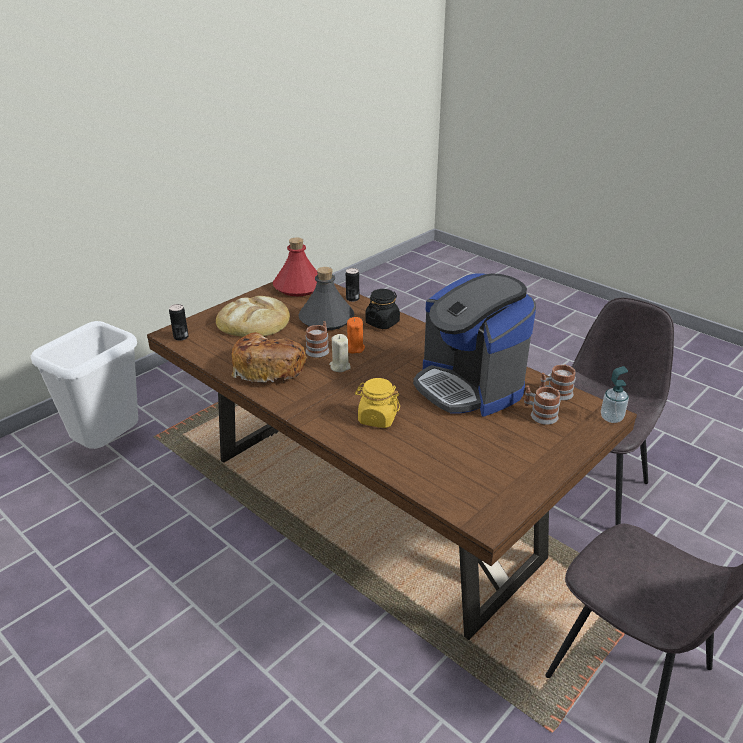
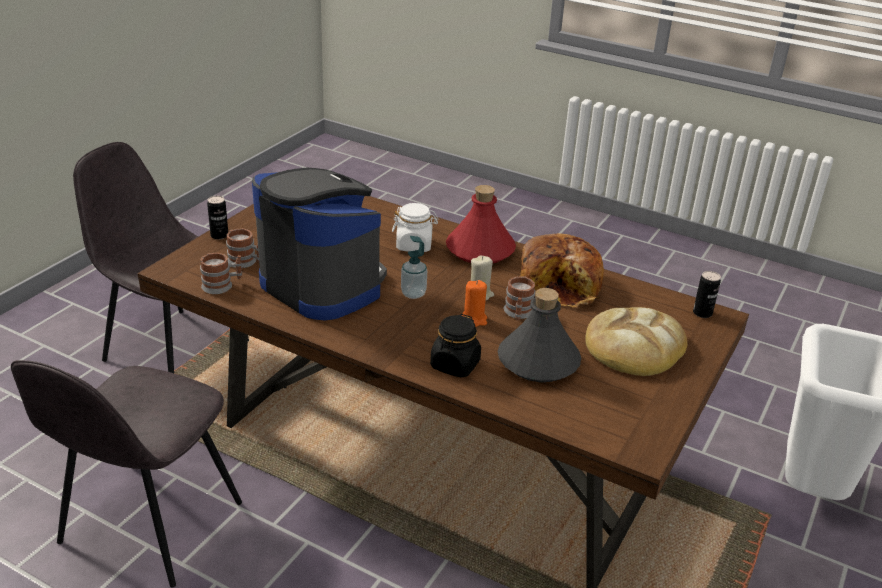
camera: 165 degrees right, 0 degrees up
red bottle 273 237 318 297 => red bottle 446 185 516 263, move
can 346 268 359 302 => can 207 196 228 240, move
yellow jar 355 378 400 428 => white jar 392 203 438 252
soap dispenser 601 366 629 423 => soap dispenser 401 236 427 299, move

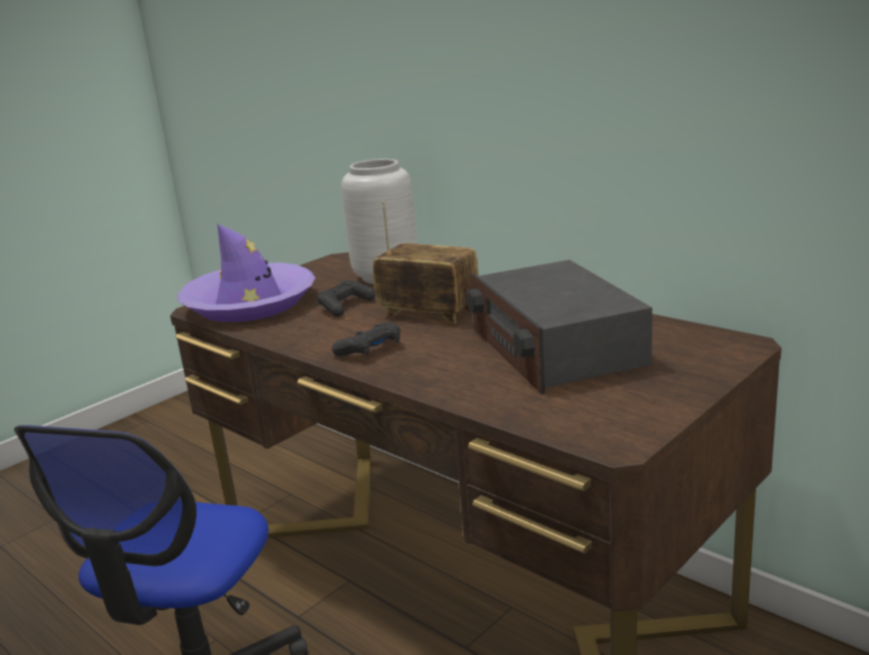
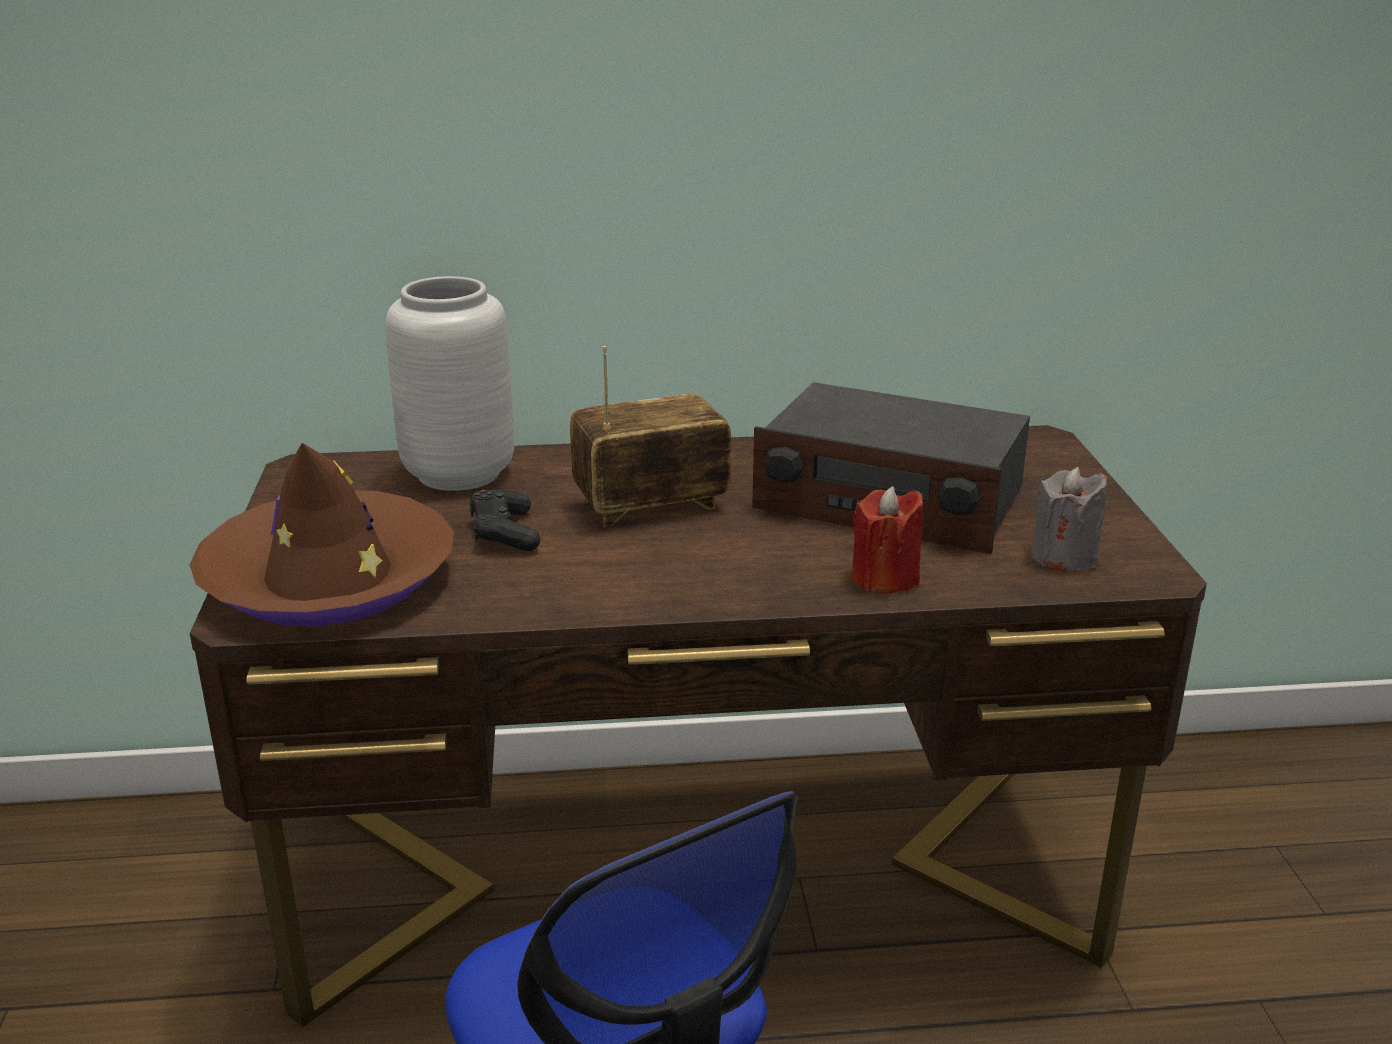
camera: 50 degrees left, 5 degrees up
purple hat 177 223 315 322 => brown hat 189 443 454 626
black game controller 332 322 400 356 => nothing
nothing => red candle 852 486 923 593
nothing => grey candle 1031 467 1107 571

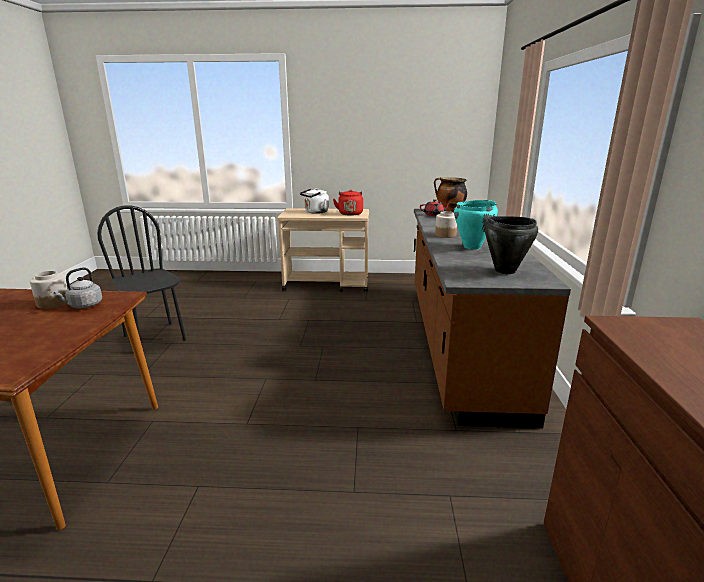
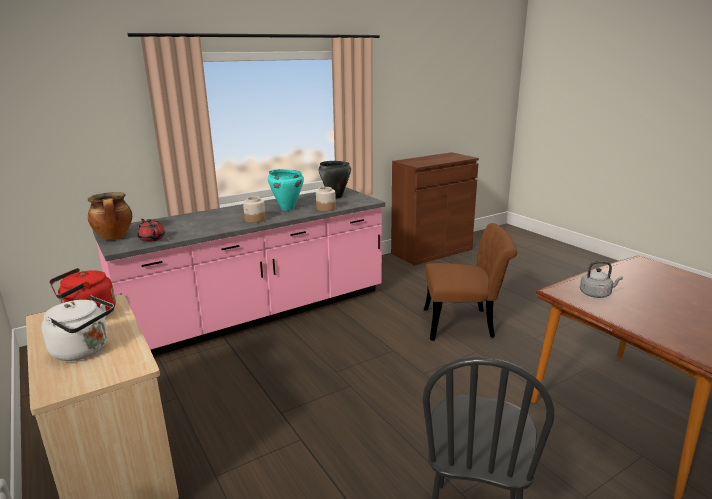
camera: 125 degrees left, 0 degrees up
jar 30 271 67 309 => jar 316 187 336 211, move
brown counter 414 209 571 429 => pink counter 92 187 385 357
nothing => brown chair 424 223 517 341

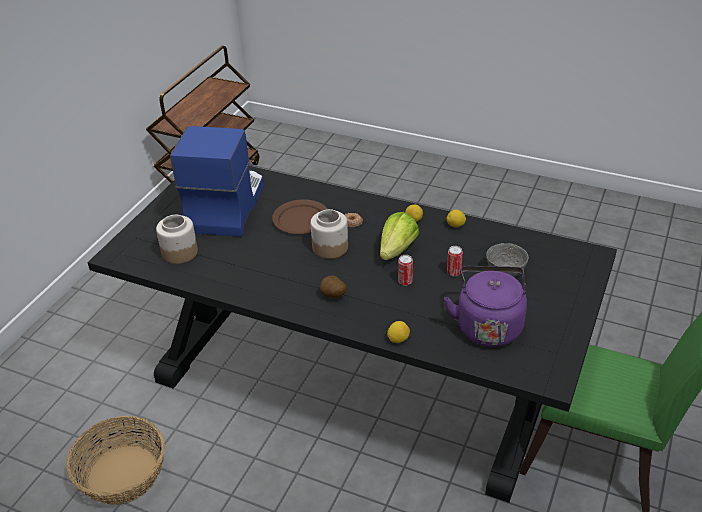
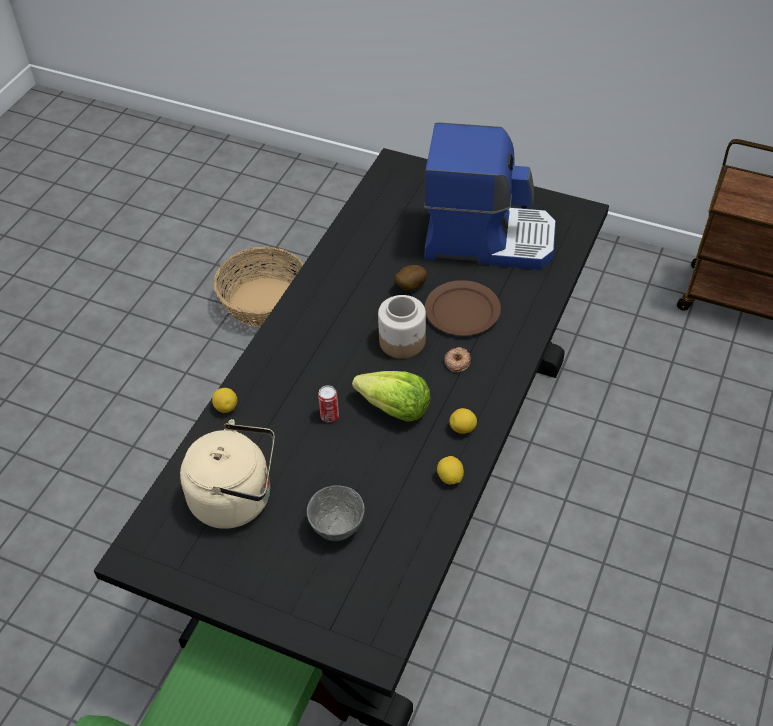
camera: 90 degrees right, 10 degrees up
jar 156 215 198 264 => nothing
potato 320 275 347 298 => potato 395 265 427 291, move
purple kettle 444 266 527 347 => beige kettle 180 419 275 529
can 447 246 463 276 => nothing

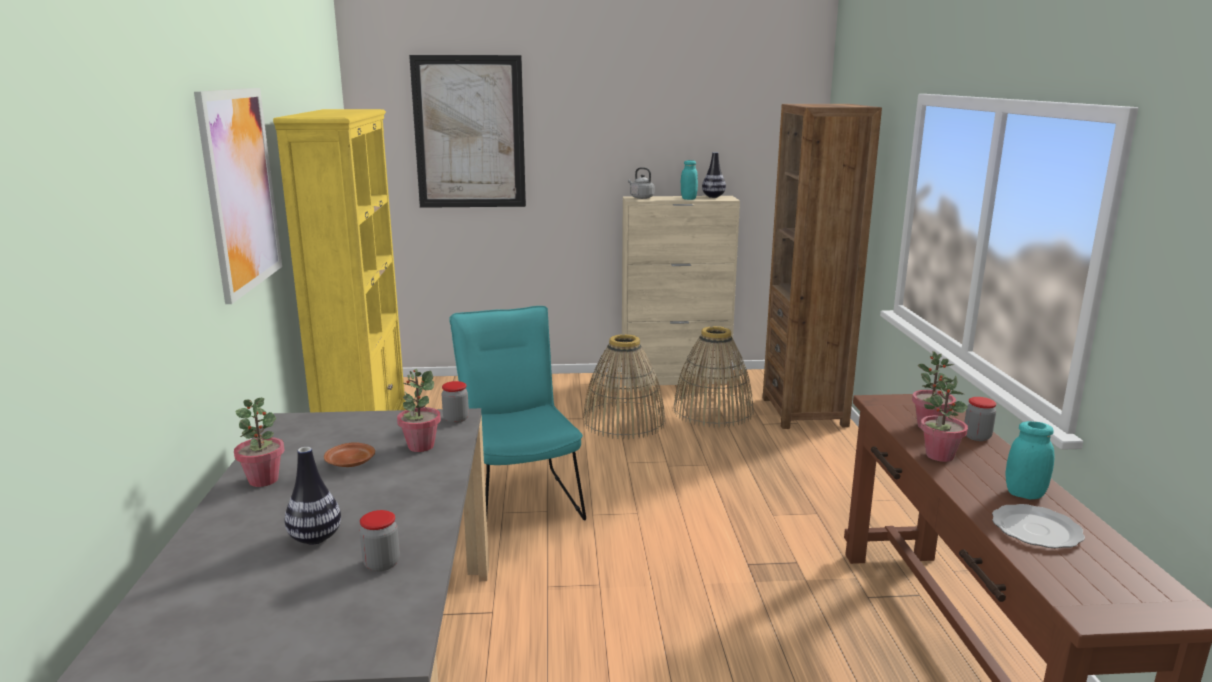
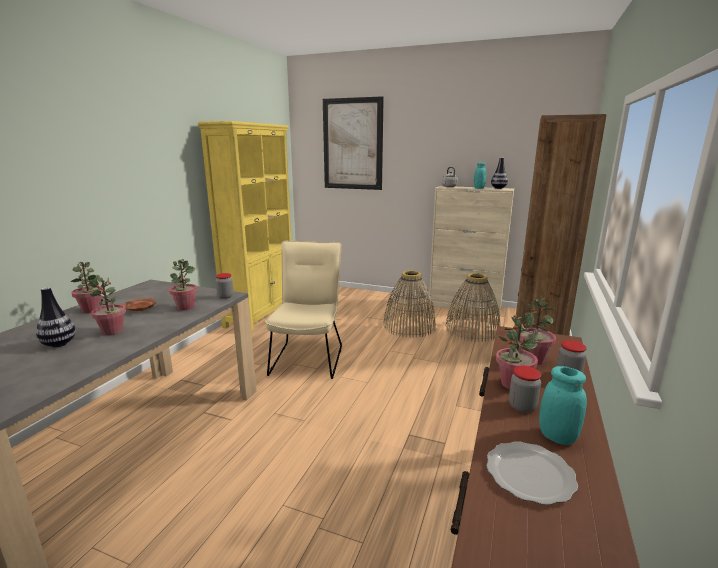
camera: 25 degrees right, 0 degrees up
picture 194 88 282 304 => nothing
jar 359 510 400 572 => jar 509 366 541 413, move
turquoise chair 449 306 586 520 => beige chair 265 241 342 379
nothing => potted plant 89 277 126 335

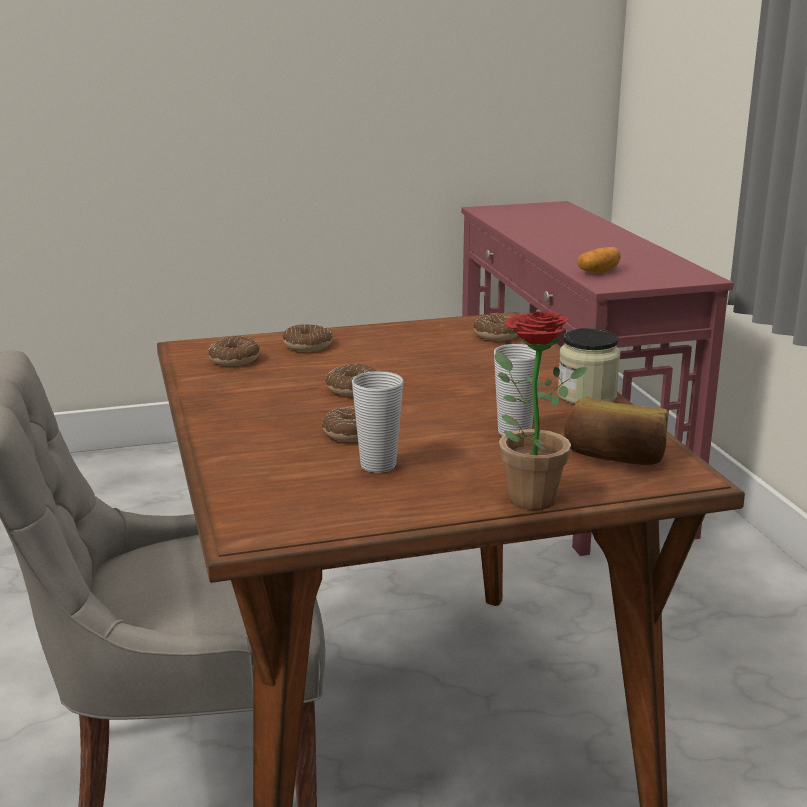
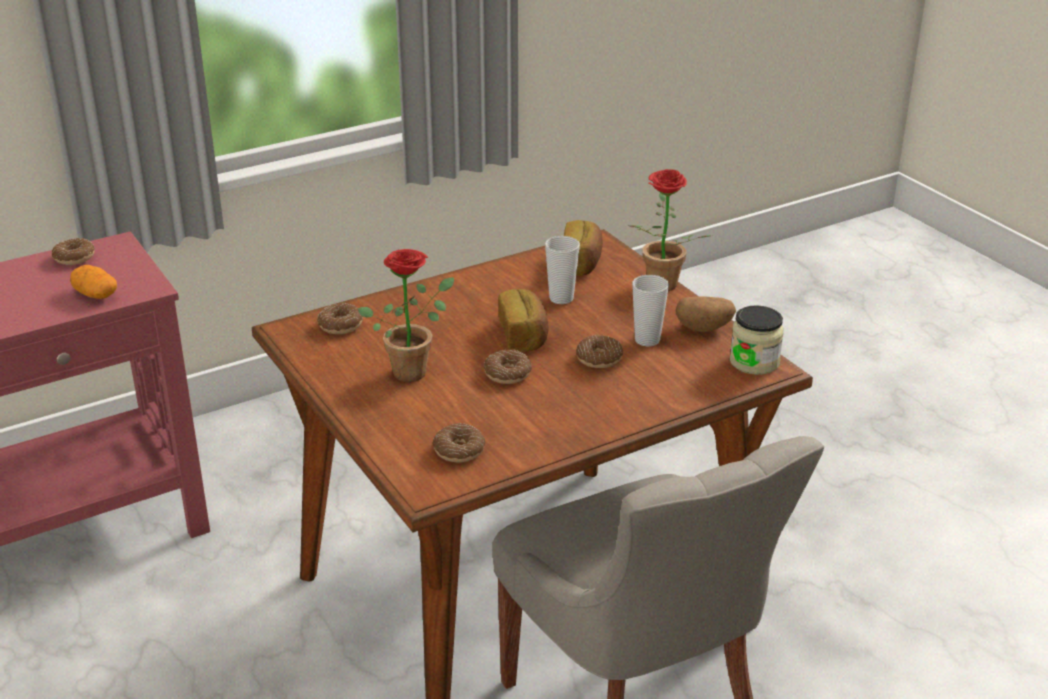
camera: 105 degrees left, 10 degrees up
donut 283 324 332 351 => donut 52 238 95 265, move
jar 558 328 620 404 => jar 730 305 784 375, move
nothing => potted plant 357 249 454 382
nothing => bread 498 289 549 352
nothing => potato 676 296 736 332

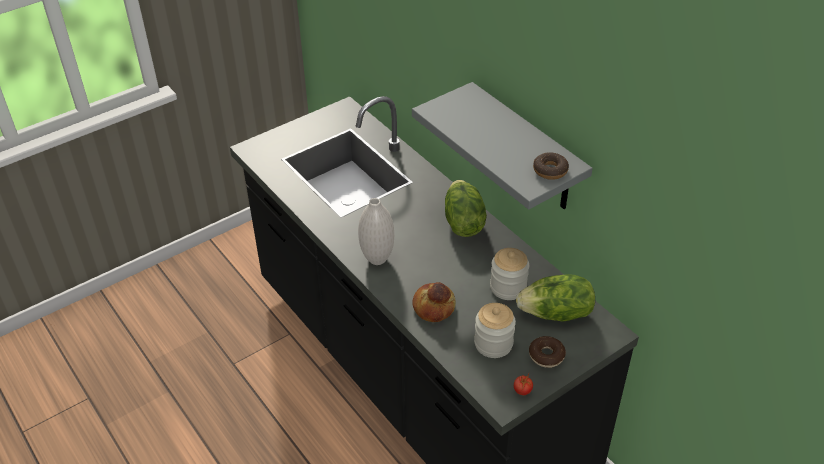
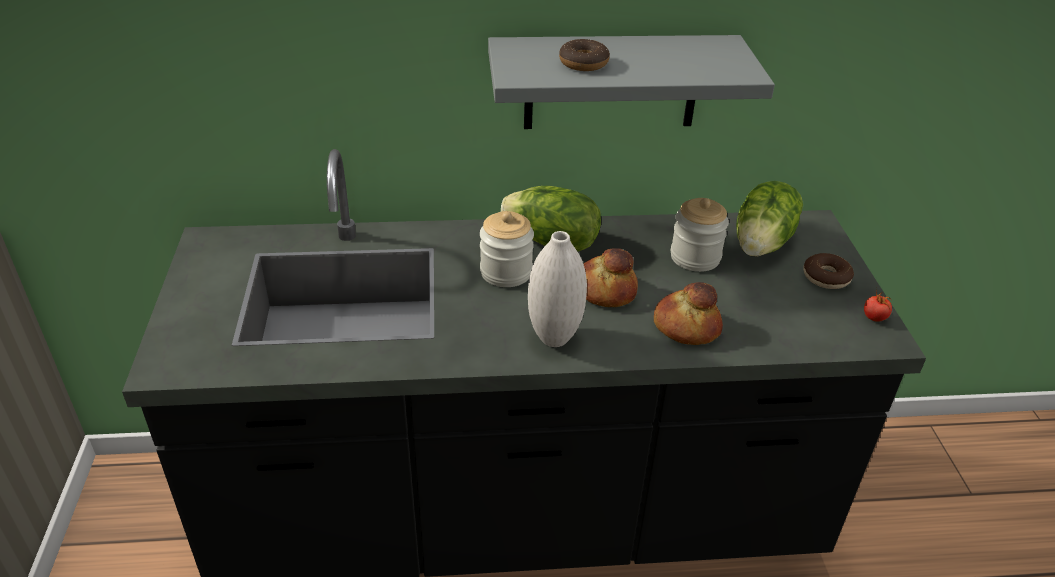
camera: 60 degrees left, 5 degrees down
jar 474 303 516 358 => jar 480 211 534 287, move
donut 533 152 569 180 => donut 559 39 610 71, move
nothing => bread 584 248 638 307

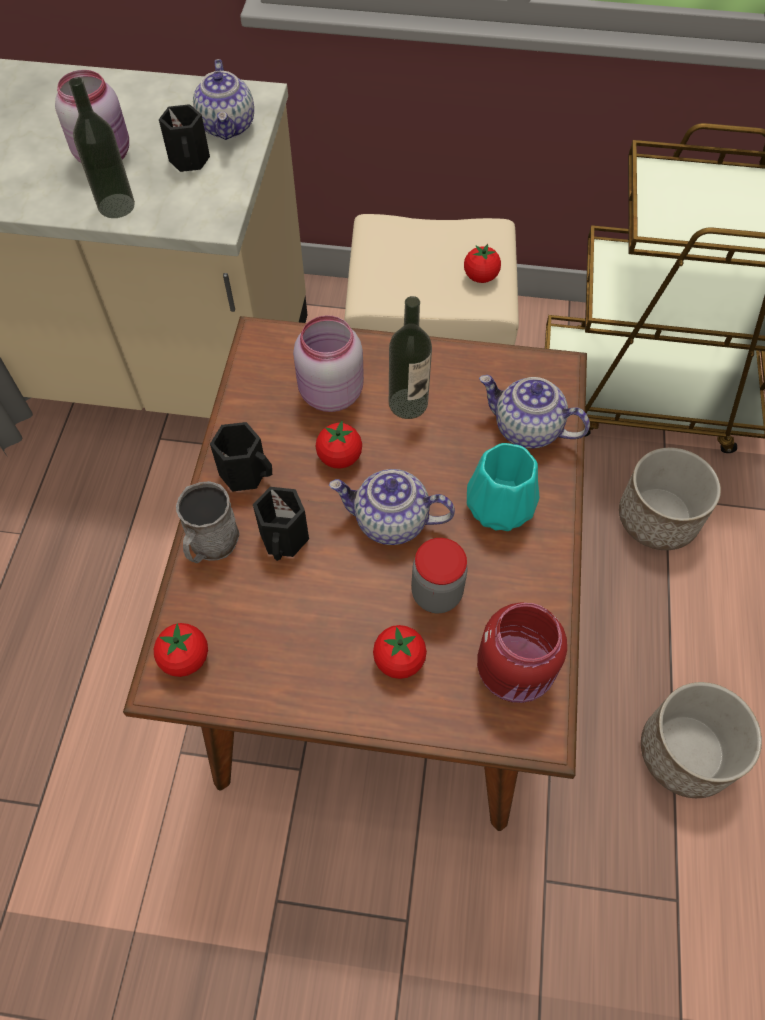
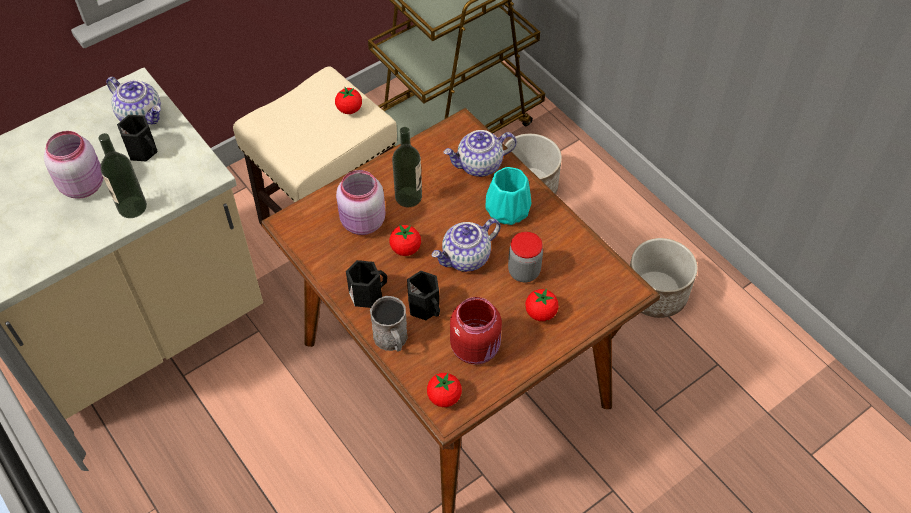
camera: 45 degrees left, 5 degrees down
red jar 477 602 567 703 => red jar 450 297 502 365, move

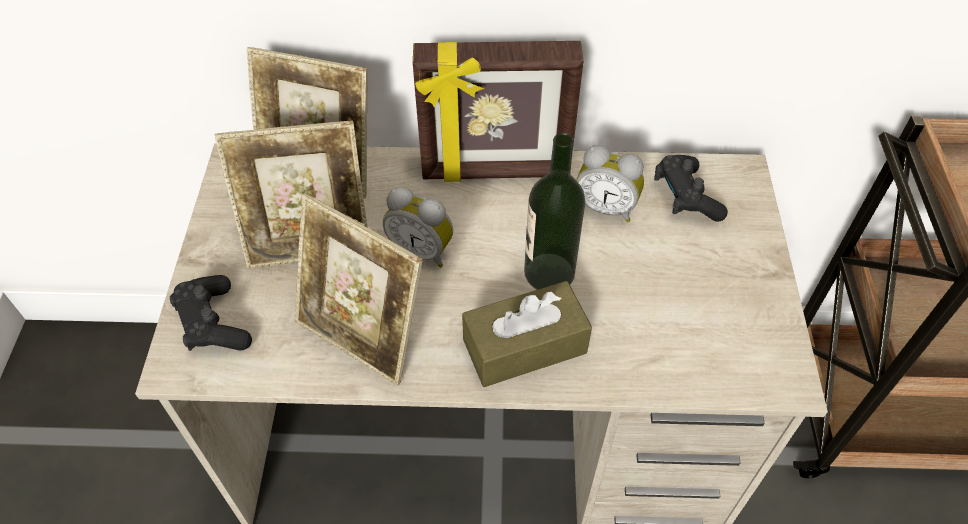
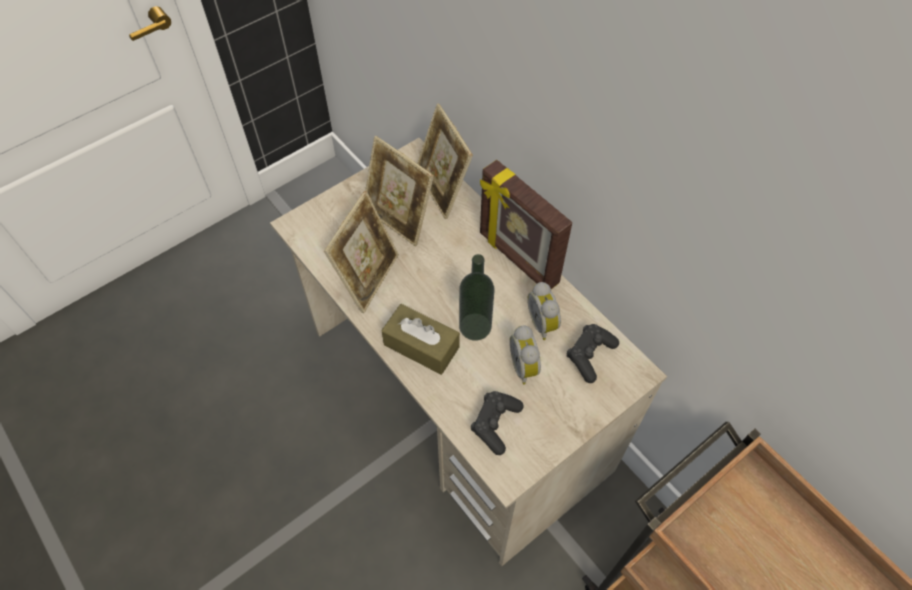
camera: 50 degrees right, 5 degrees up
black game controller 170 275 252 351 => black game controller 471 391 523 455, move
picture frame 294 193 423 386 => picture frame 324 191 399 313, 150 degrees counterclockwise
alarm clock 383 187 453 268 => alarm clock 510 326 541 385, move

